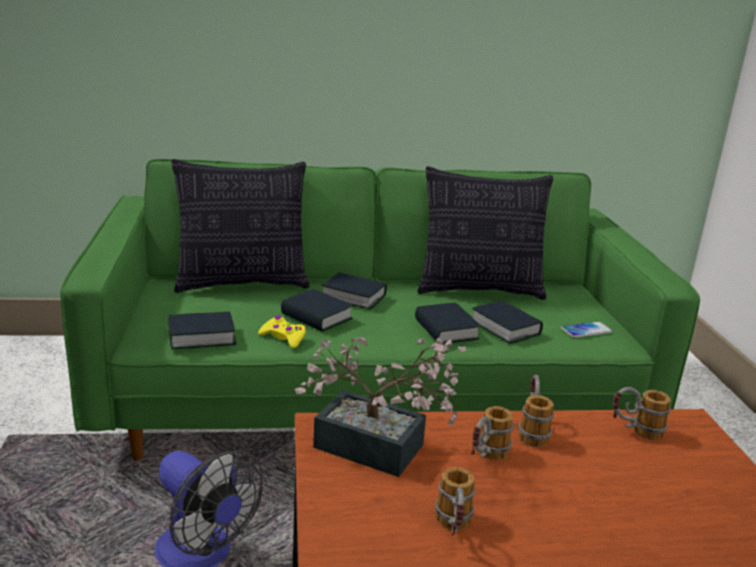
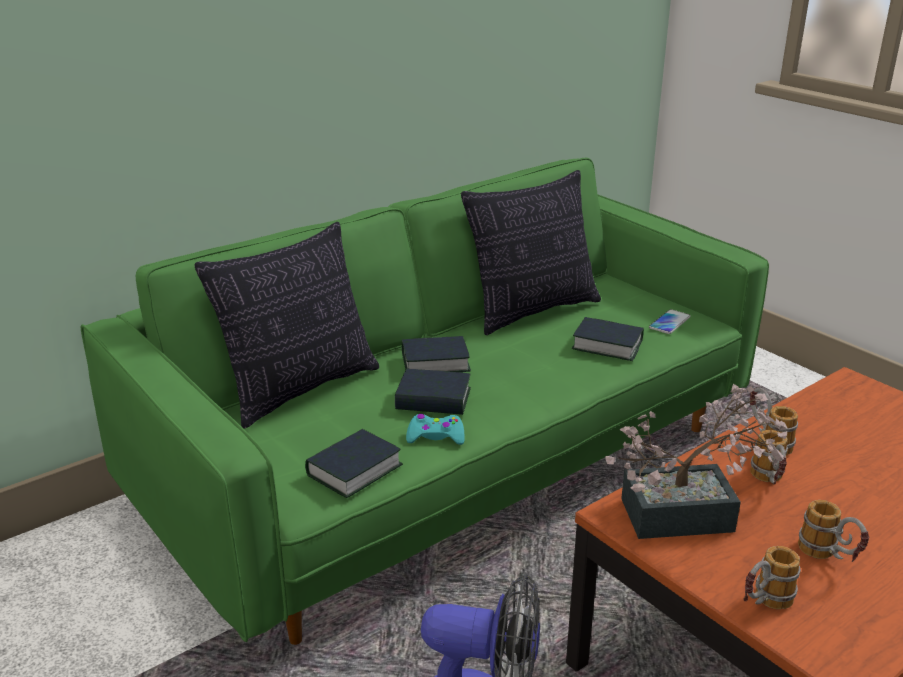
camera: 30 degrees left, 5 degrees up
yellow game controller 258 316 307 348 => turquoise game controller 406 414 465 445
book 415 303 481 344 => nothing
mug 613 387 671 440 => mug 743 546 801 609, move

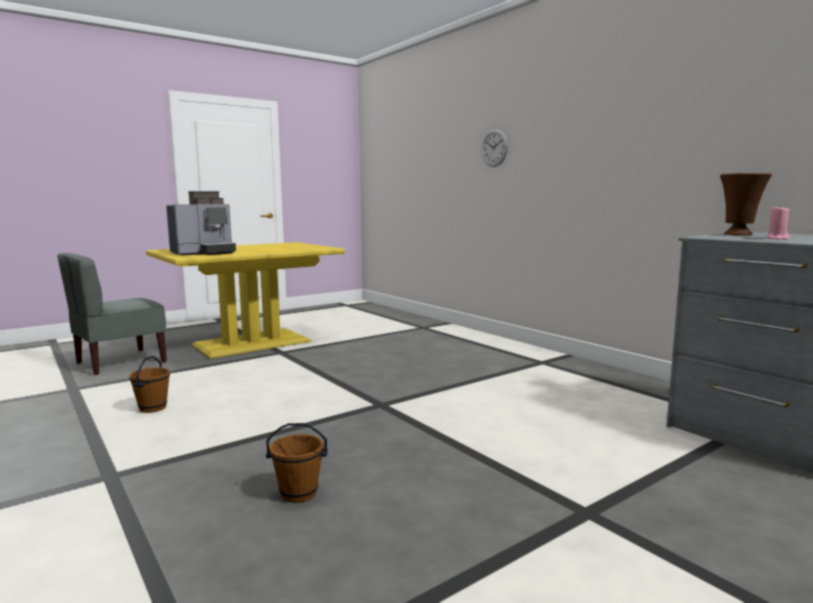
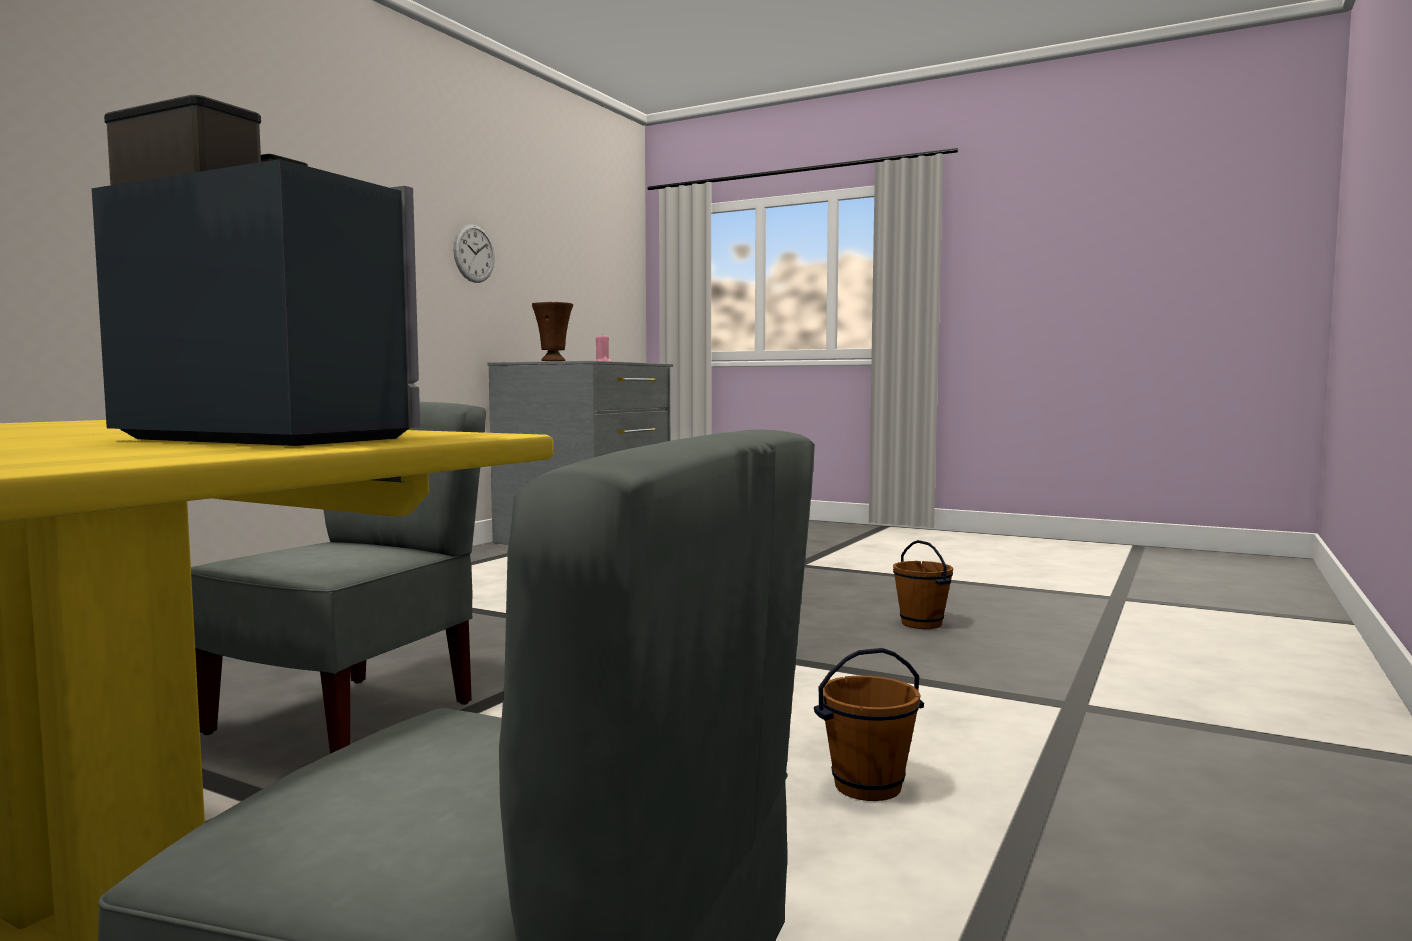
camera: 115 degrees left, 5 degrees down
wall clock 482 129 508 167 => wall clock 453 224 495 283, move
nothing => grey chair 191 402 486 754

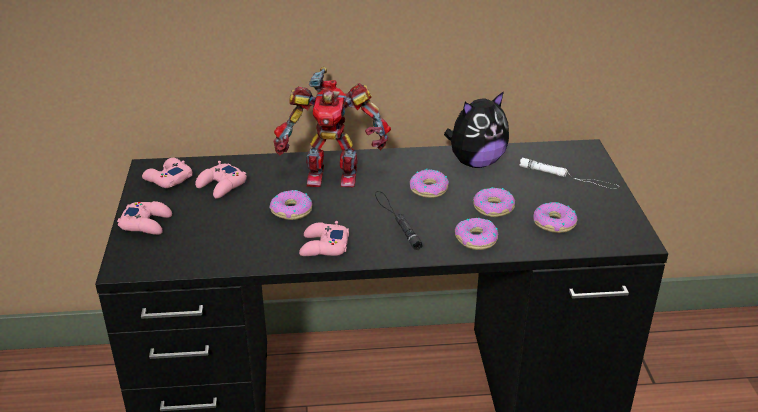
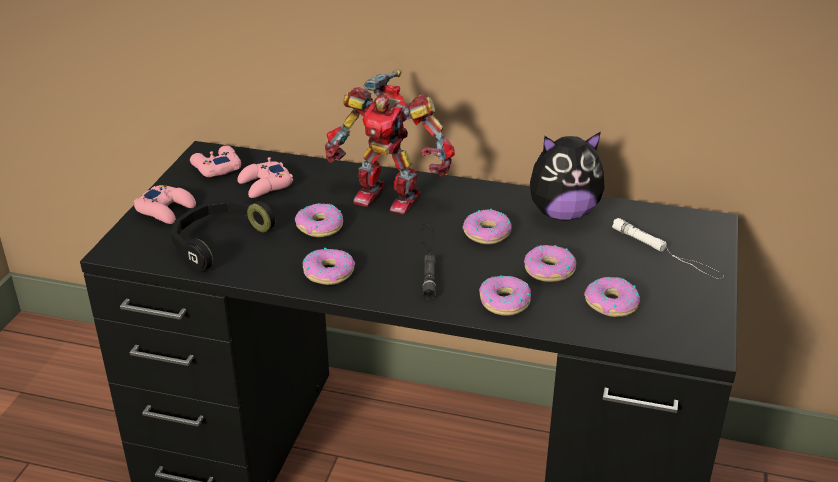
camera: 20 degrees right, 0 degrees up
pink game controller 299 221 349 256 => donut 303 248 355 285
nothing => black headphones 171 200 275 271

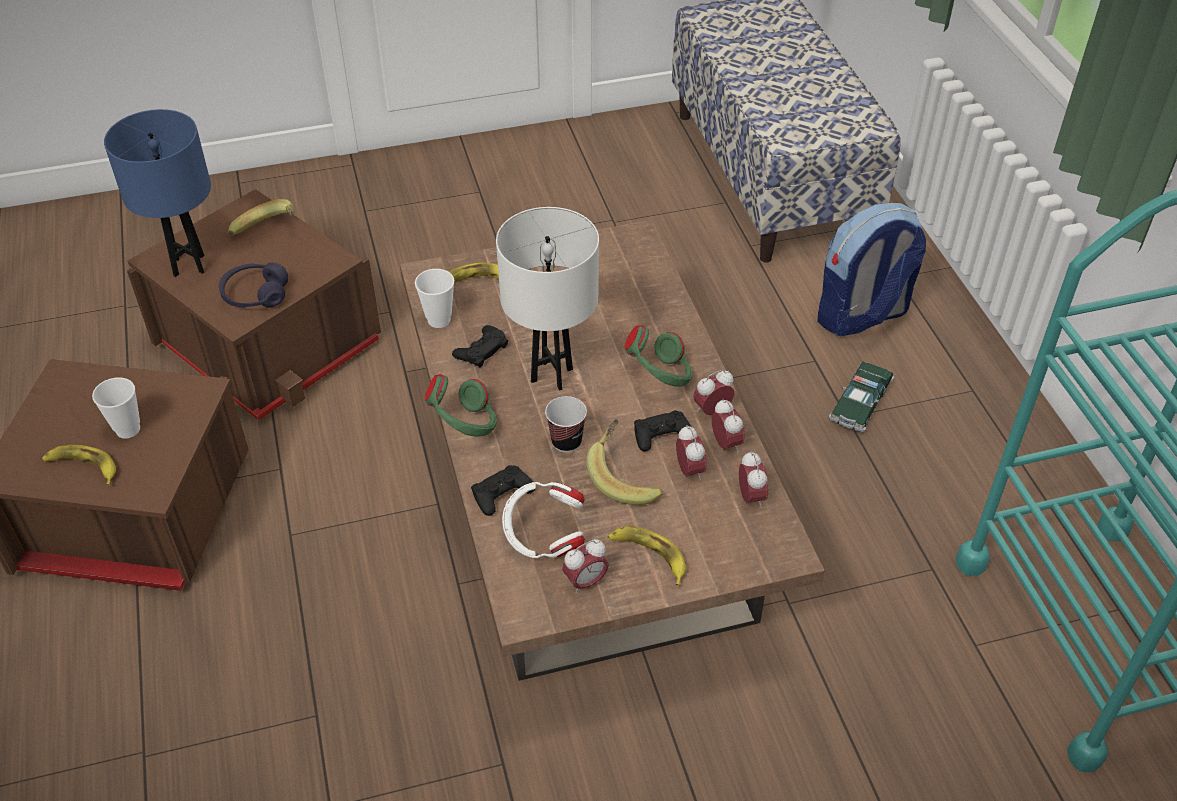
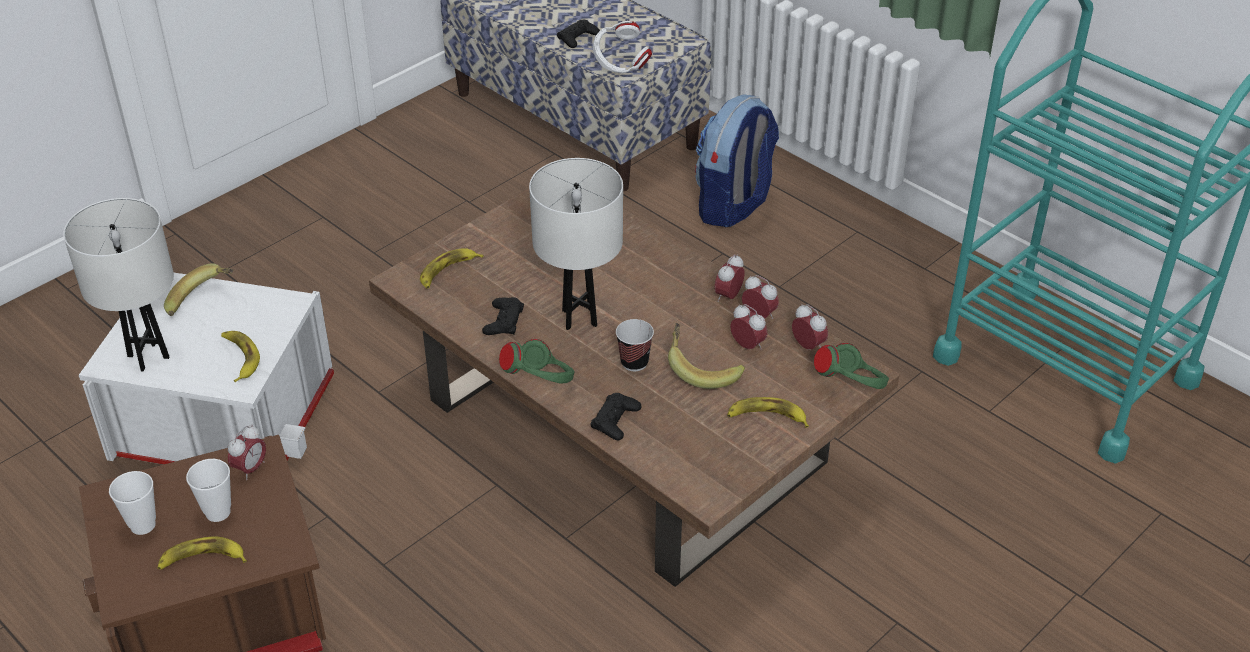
camera: 30 degrees left, 5 degrees down
blue table lamp 104 109 211 277 => white table lamp 63 198 174 371
brown storage box 127 189 381 420 => white storage box 79 273 334 465
purple headphones 219 262 288 308 => banana 221 331 260 382
cup 415 269 454 328 => cup 109 471 156 535, move
white headphones 502 482 585 558 => white headphones 593 21 652 73, move
alarm clock 562 539 609 594 => alarm clock 228 425 266 480, move
green headphones 625 325 693 386 => green headphones 814 343 889 389, move
black game controller 634 410 691 451 => black game controller 557 20 600 48, move
toy car 829 362 894 432 => nothing

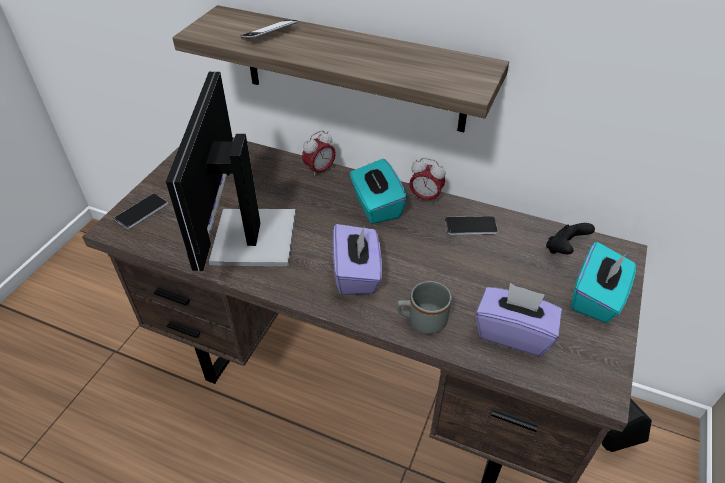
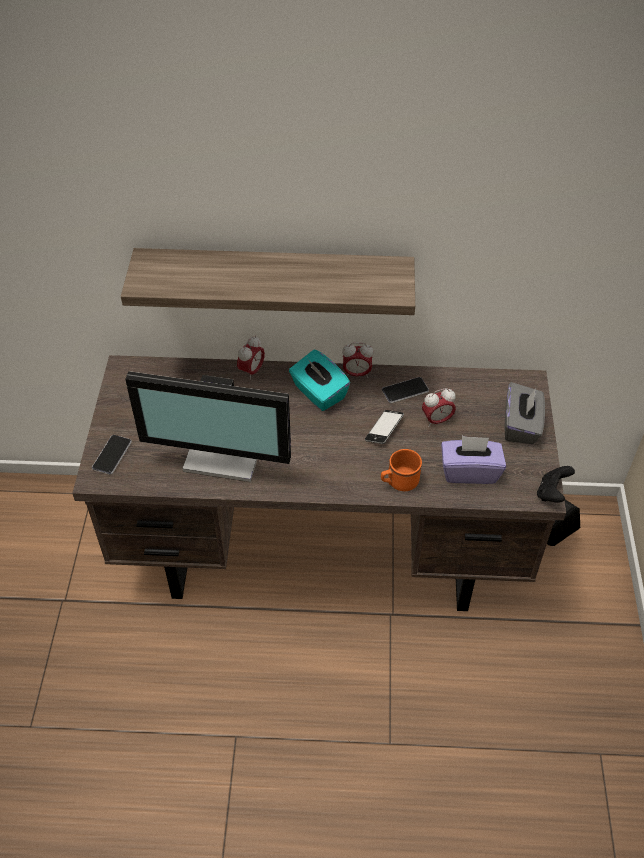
camera: 20 degrees left, 5 degrees up
monitor 165 72 296 271 => monitor 125 371 291 482, 60 degrees counterclockwise
phone 240 20 298 39 => phone 365 410 404 444, move
purple tissue box 333 224 382 295 => nothing
grey mug 397 281 452 334 => orange mug 381 449 422 491
black game controller 546 223 595 254 => black game controller 537 466 575 503, move
turquoise tissue box 571 242 636 323 => grey tissue box 505 382 545 444
nothing => alarm clock 422 388 456 427

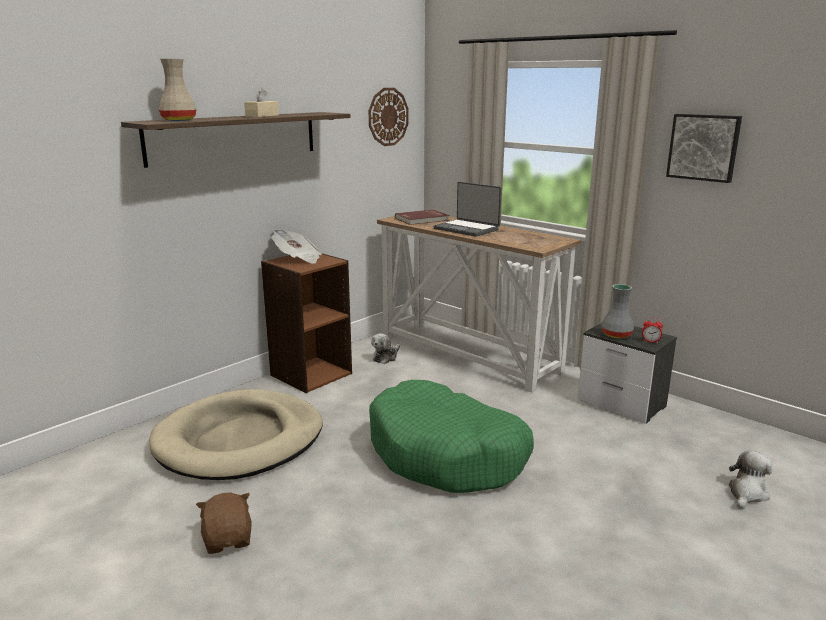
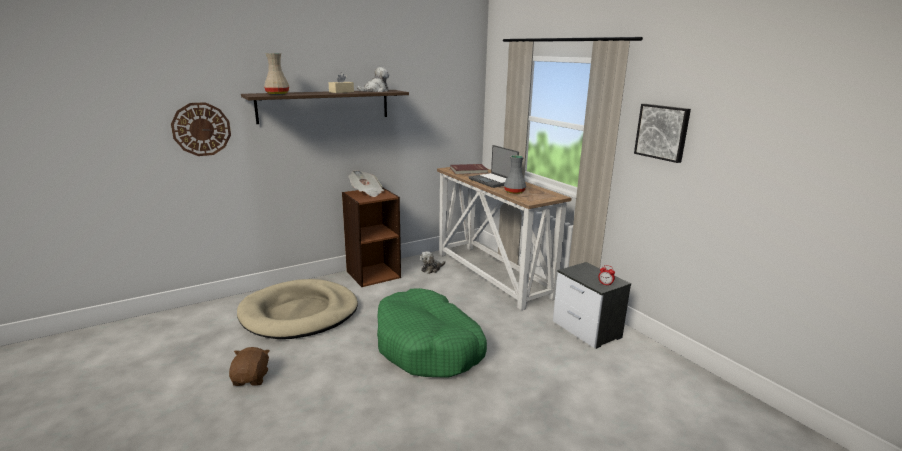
camera: 15 degrees right, 0 degrees up
wall clock 369 88 409 146 => wall clock 171 102 231 156, move
grey vase 601 284 634 339 => grey vase 504 155 526 194, move
plush toy 729 451 772 509 => plush toy 357 67 390 92, move

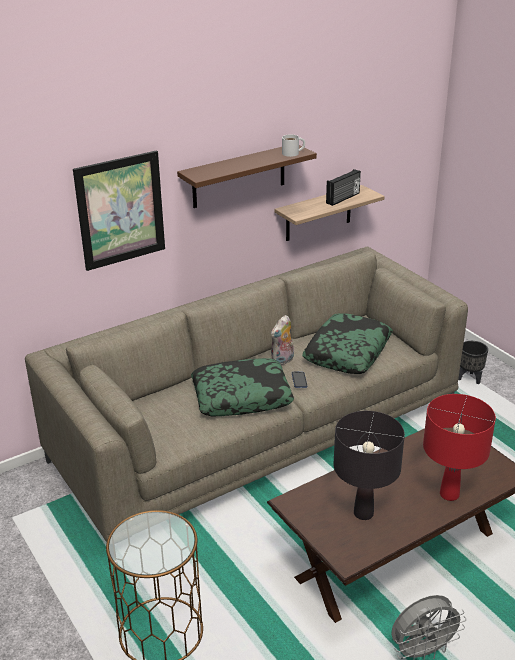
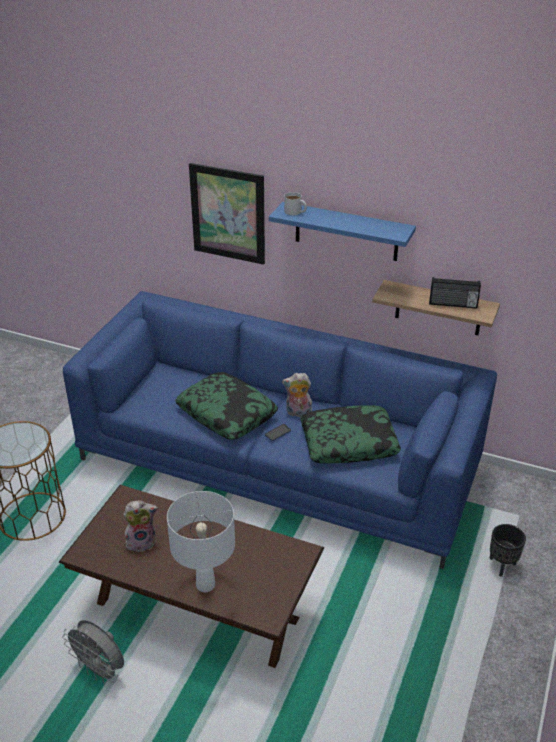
camera: 55 degrees right, 5 degrees up
beige sofa 25 247 468 542 => blue sofa 63 291 497 569
brown shelf 177 145 317 208 => blue shelf 269 202 416 261
white mug 282 135 305 157 => white mug 284 192 307 215, move
black table lamp 333 411 405 520 => plush toy 123 500 158 552
red table lamp 423 394 496 501 => white table lamp 167 491 235 592

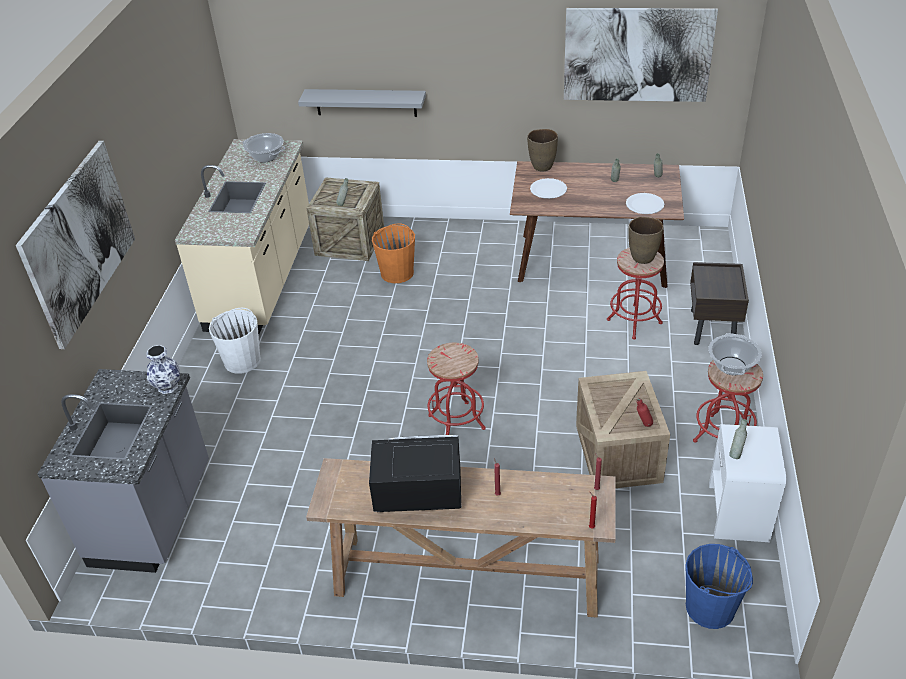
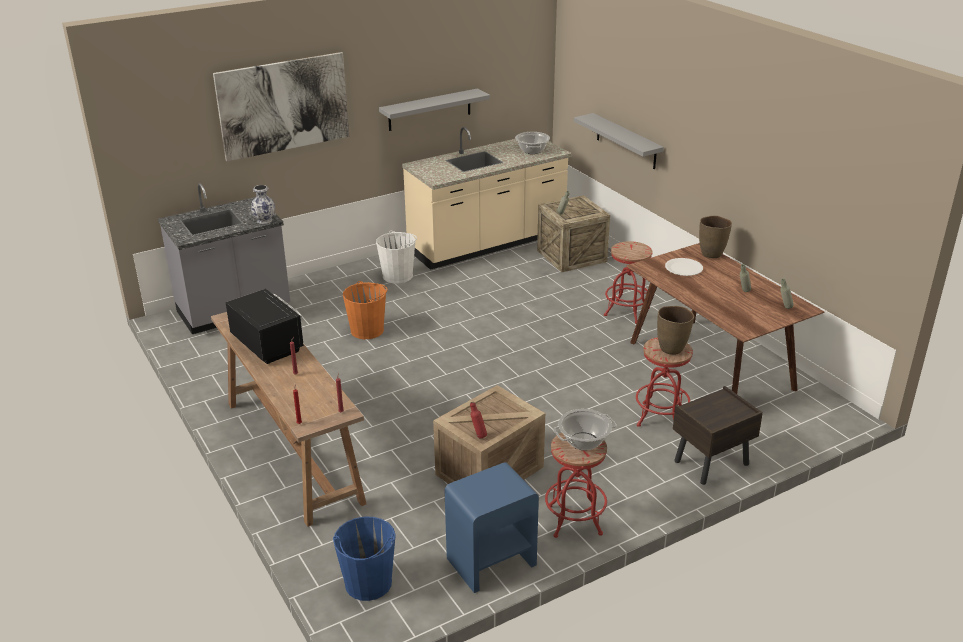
camera: 50 degrees right, 10 degrees down
orange bucket 372 223 415 283 => orange bucket 343 281 388 339, move
red stool 427 343 486 435 => red stool 604 241 652 324, move
picture 564 8 718 102 => nothing
white plate 626 193 664 214 => nothing
white nightstand 709 424 786 542 => blue nightstand 445 462 539 593
grey bottle 729 419 747 459 => nothing
nothing => grey shelf 379 88 490 131

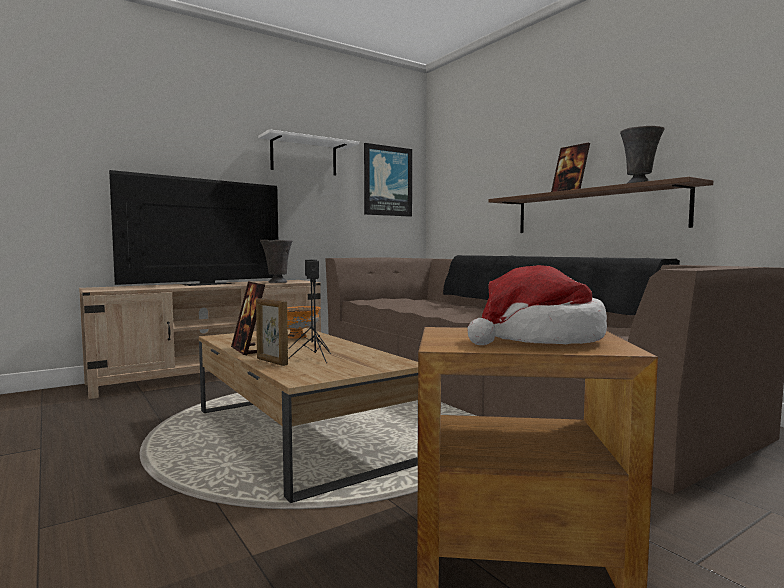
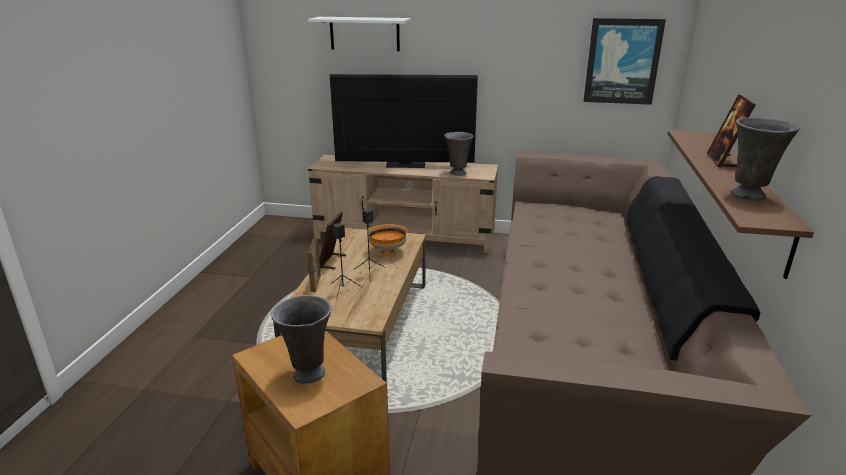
camera: 45 degrees right, 20 degrees up
white shelf 258 129 359 176 => white shelf 308 17 411 51, move
hat 468 265 607 345 => grey vase 271 295 332 384

